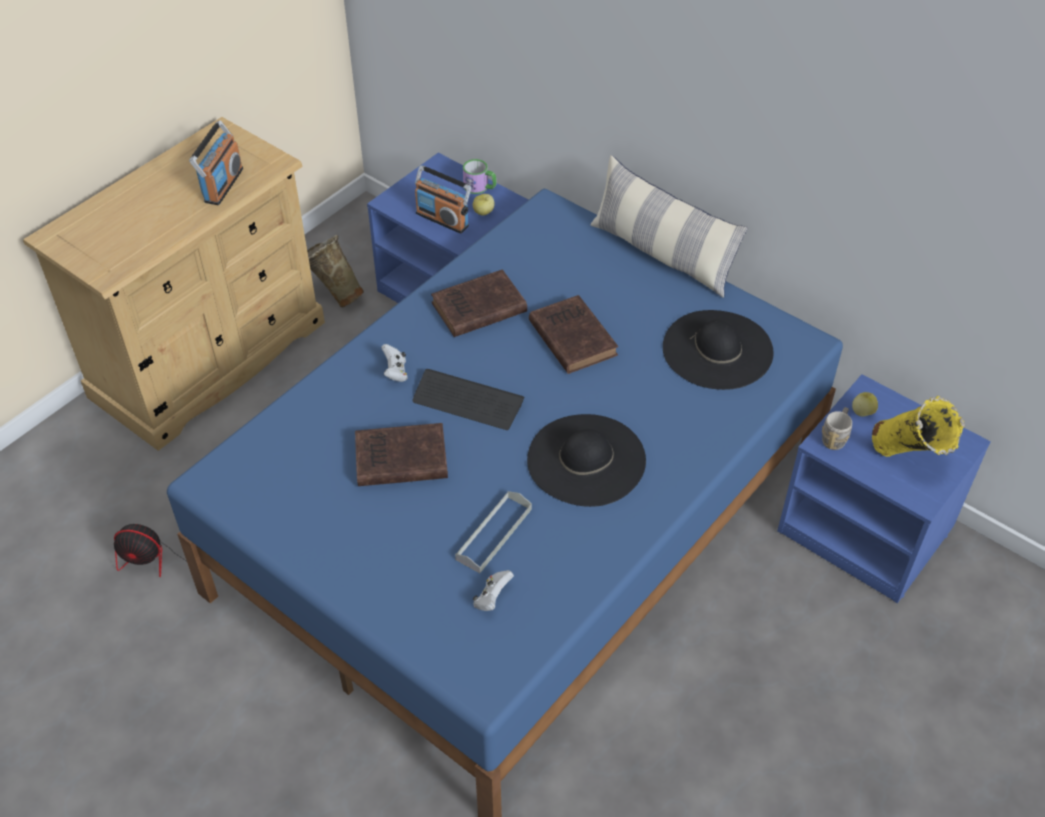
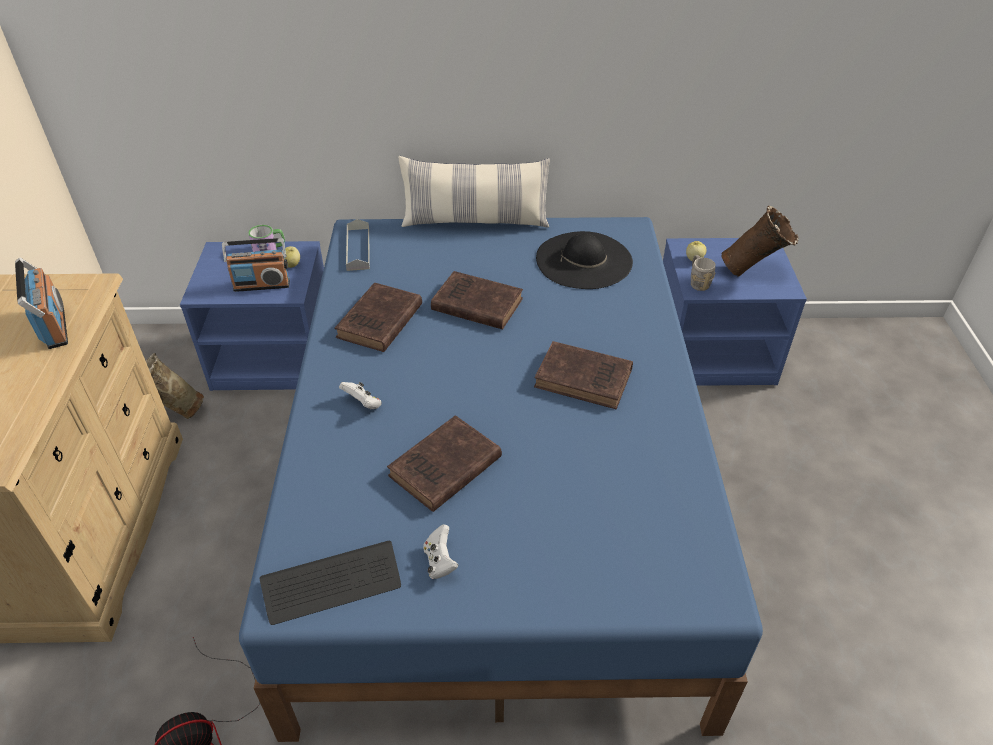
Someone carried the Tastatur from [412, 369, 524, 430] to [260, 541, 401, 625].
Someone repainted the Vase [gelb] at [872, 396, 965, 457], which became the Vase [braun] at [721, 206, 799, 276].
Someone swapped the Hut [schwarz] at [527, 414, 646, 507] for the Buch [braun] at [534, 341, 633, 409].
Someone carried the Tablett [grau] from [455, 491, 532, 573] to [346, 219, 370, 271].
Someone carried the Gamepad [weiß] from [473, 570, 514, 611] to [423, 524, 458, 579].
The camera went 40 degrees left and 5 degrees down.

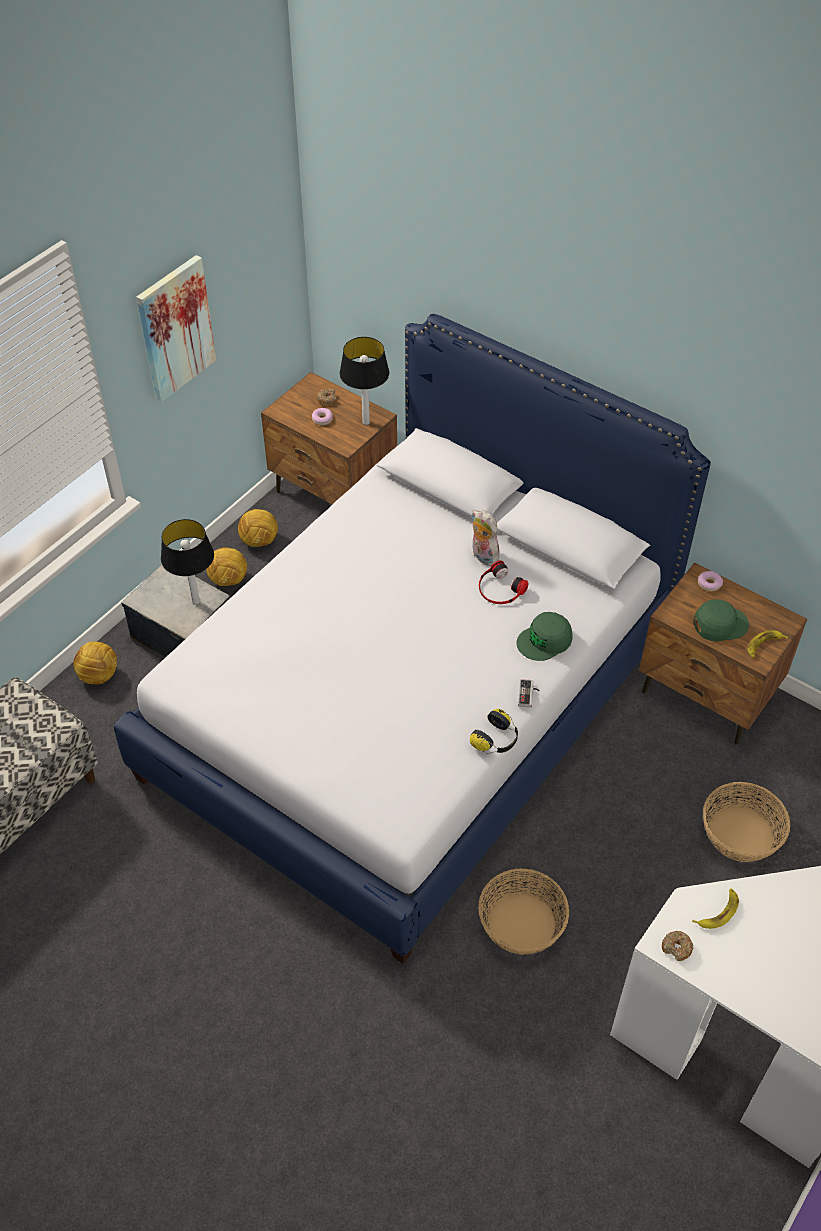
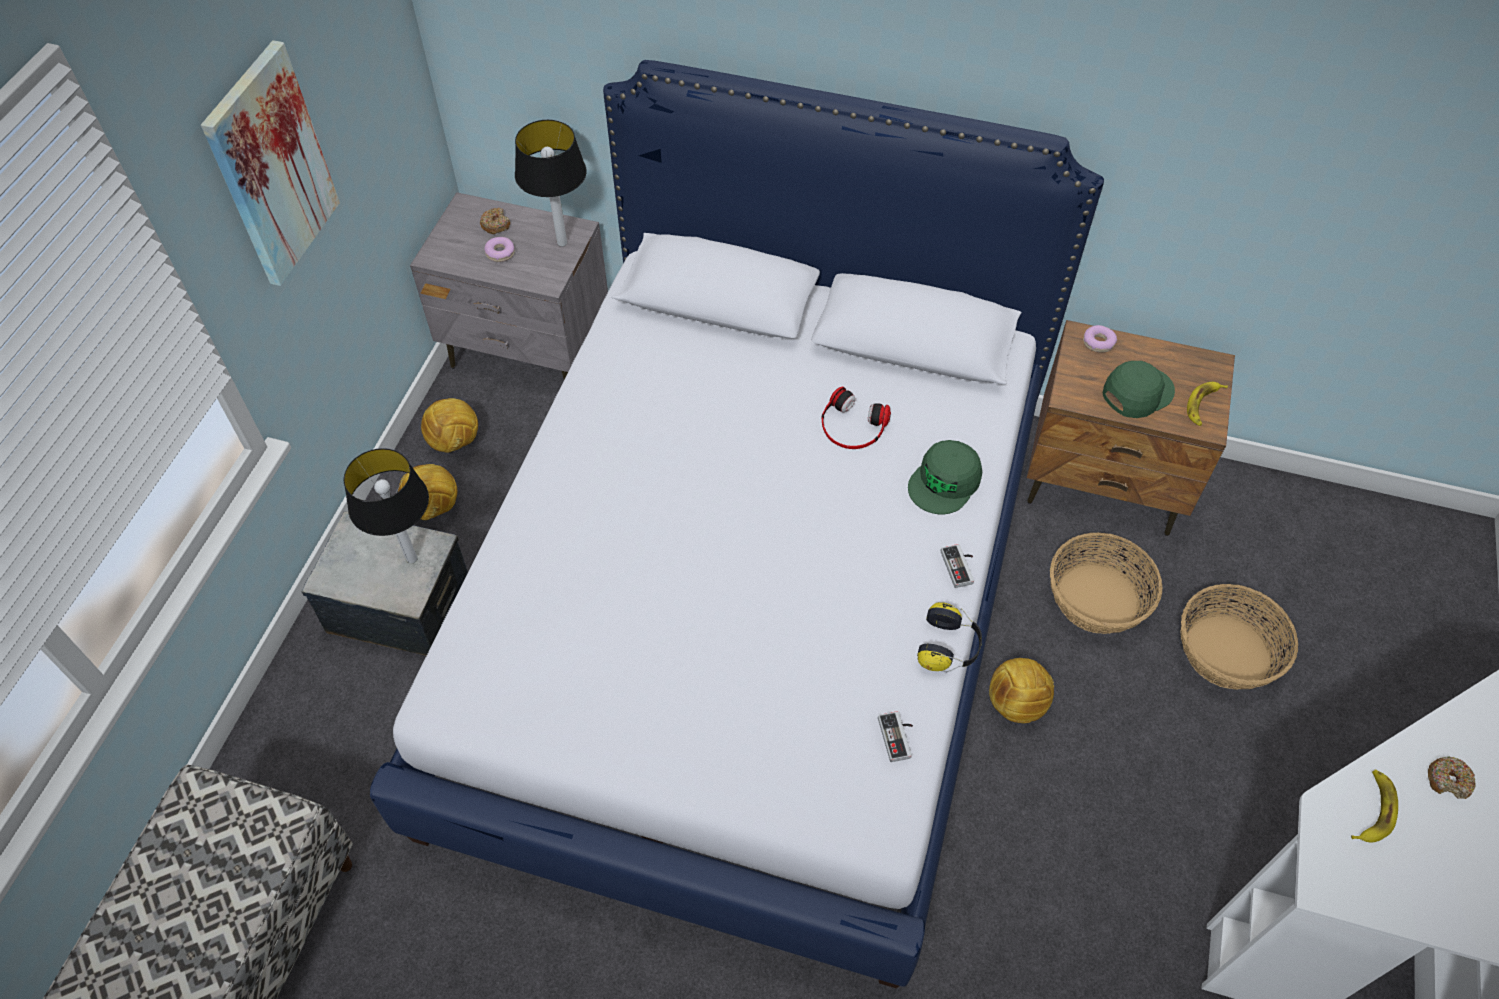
Someone repainted the Nachttisch [braun] at [261, 372, 397, 505], which became the Nachttisch [grau] at [410, 192, 608, 380].
Someone took away the Plüschtier at [472, 510, 499, 566].
Someone carried the Fußball from [73, 641, 117, 685] to [989, 658, 1054, 723].
Someone carried the Korb from [478, 868, 569, 955] to [1050, 533, 1163, 634].
Someone carried the Donut from [662, 931, 693, 961] to [1428, 756, 1476, 799].
Someone put down the Gamepad at [878, 711, 913, 762].
The camera went 20 degrees left and 5 degrees up.

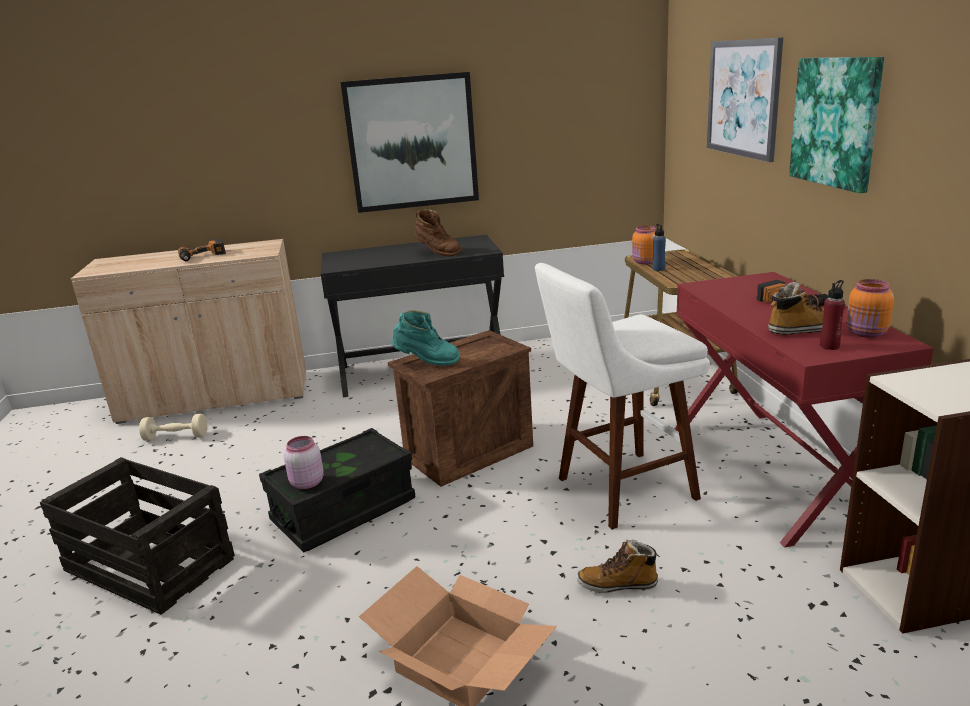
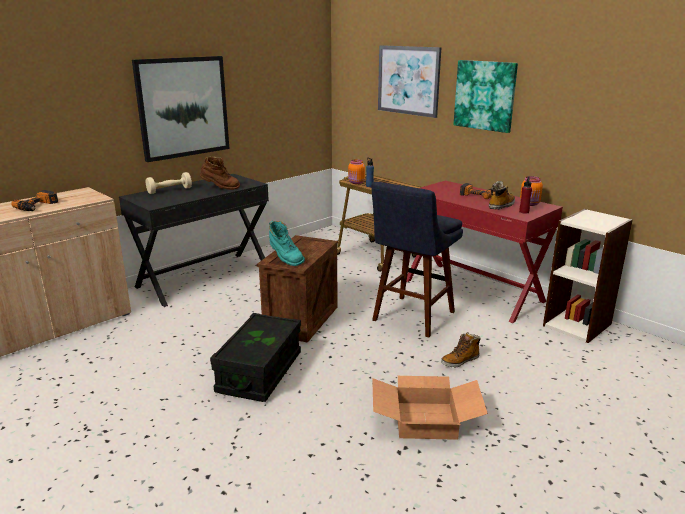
Someone repainted the Hocker [weiß] at [535, 263, 710, 530], which became the Hocker [blau] at [371, 182, 463, 337].
Someone rotated the Stiefel [türkis] at [392, 310, 460, 366] by 75 degrees clockwise.
Someone carried the Hantel [beige] from [139, 414, 207, 441] to [146, 172, 192, 194].
Someone took away the Vorratsglas [rosa] at [284, 436, 324, 489].
Someone took away the Kiste at [40, 457, 235, 615].
The camera went 35 degrees left and 0 degrees up.

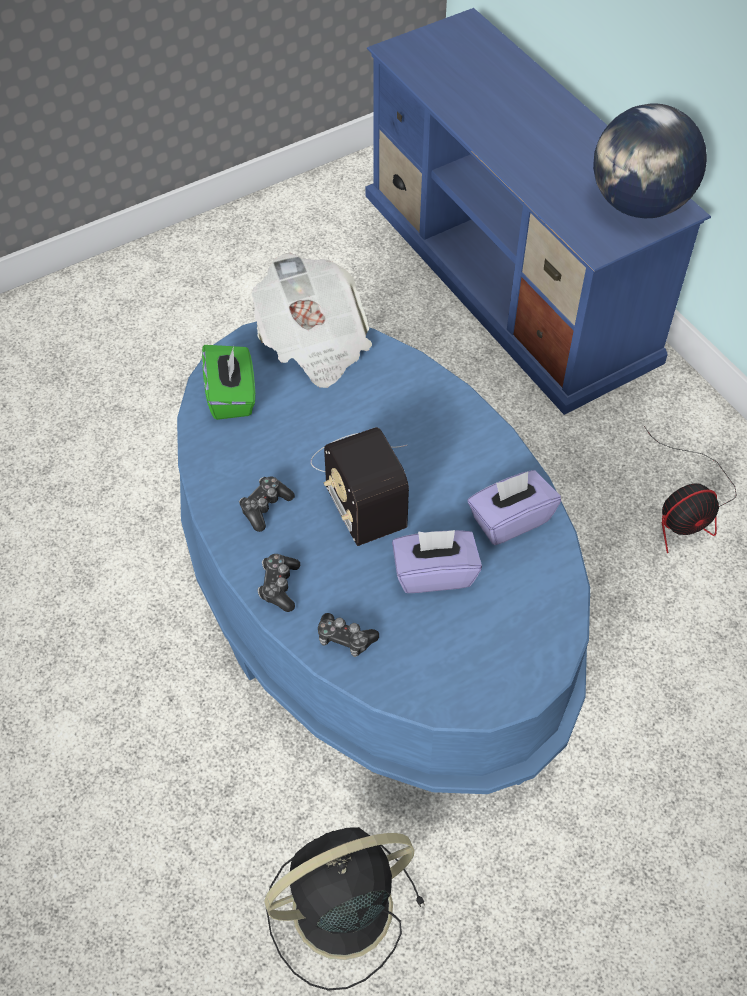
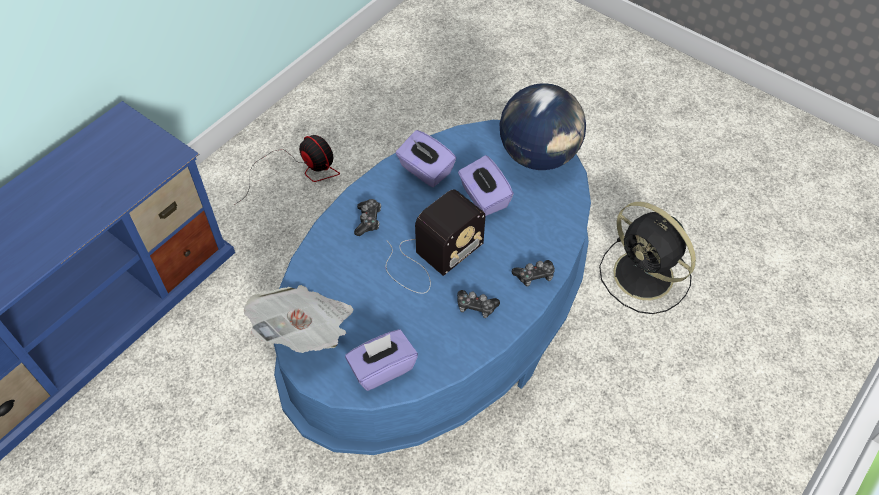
Someone carried the Globus from [593, 103, 707, 218] to [500, 83, 586, 170].
Someone repainted the Taschentuchbox [grün] at [202, 345, 255, 420], which became the Taschentuchbox [lila] at [345, 329, 418, 391].
Someone carried the Gamepad from [318, 613, 379, 657] to [354, 199, 381, 236].
The camera went 110 degrees left and 0 degrees up.

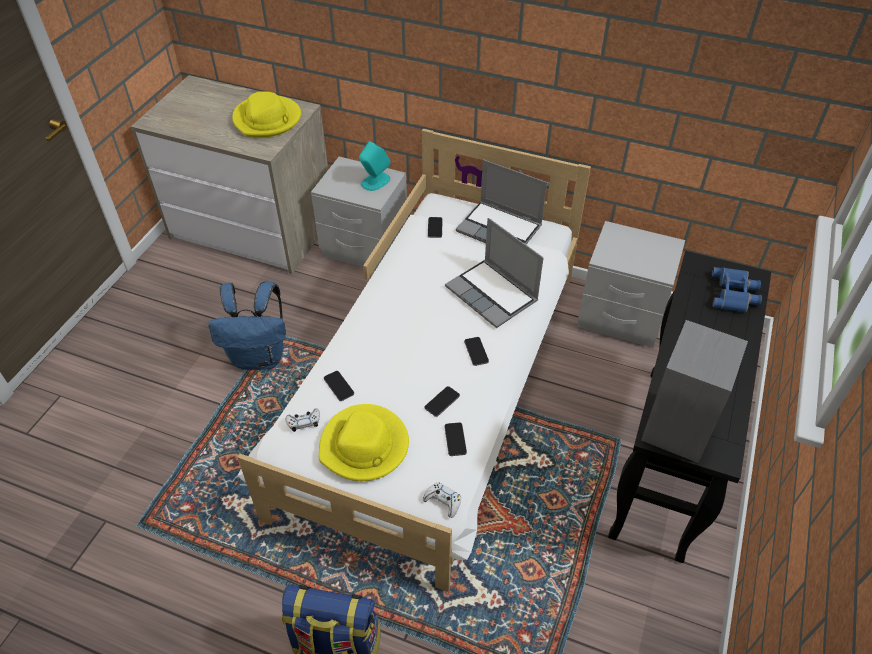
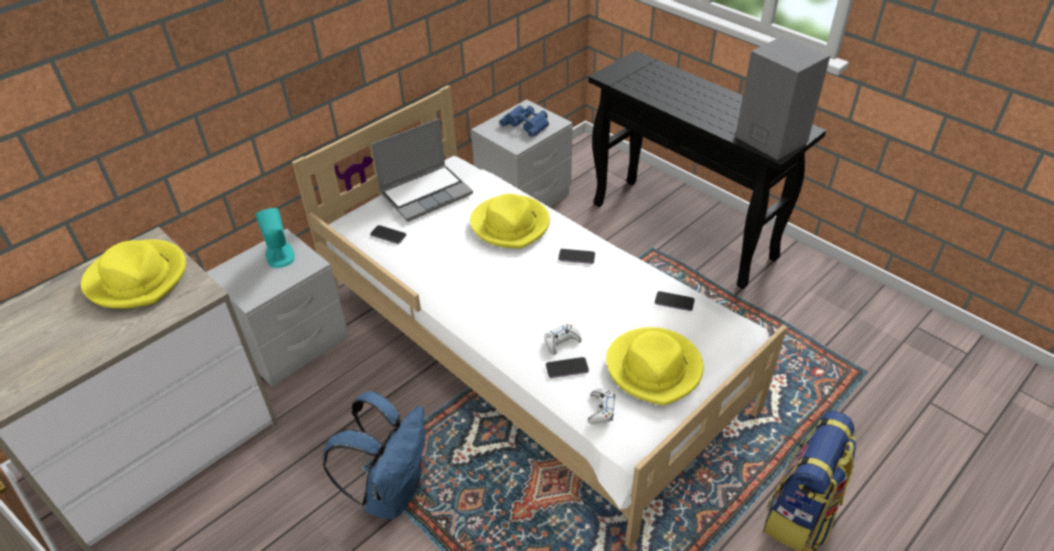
Someone swapped the Laptop at [445, 218, 544, 328] for the Hut [gelb] at [470, 194, 550, 249].
Someone carried the Fernglas [blau] from [712, 267, 762, 313] to [499, 105, 549, 137].
Someone took away the Handy at [425, 386, 460, 417].
Someone carried the Gamepad [weiß] from [423, 483, 461, 518] to [544, 324, 582, 355].
The camera went 65 degrees left and 5 degrees down.

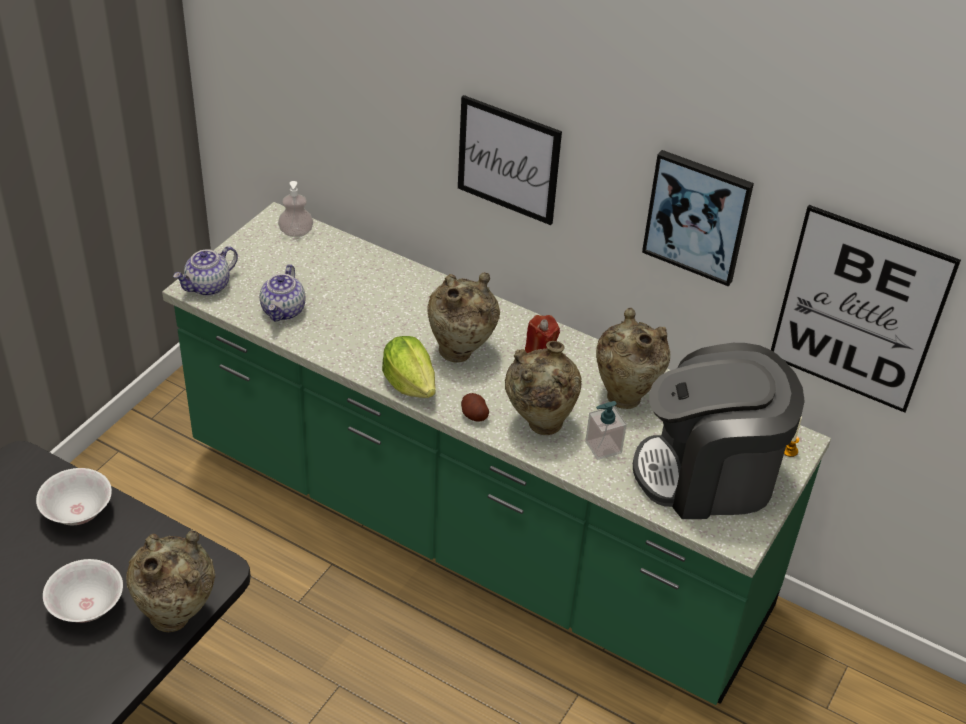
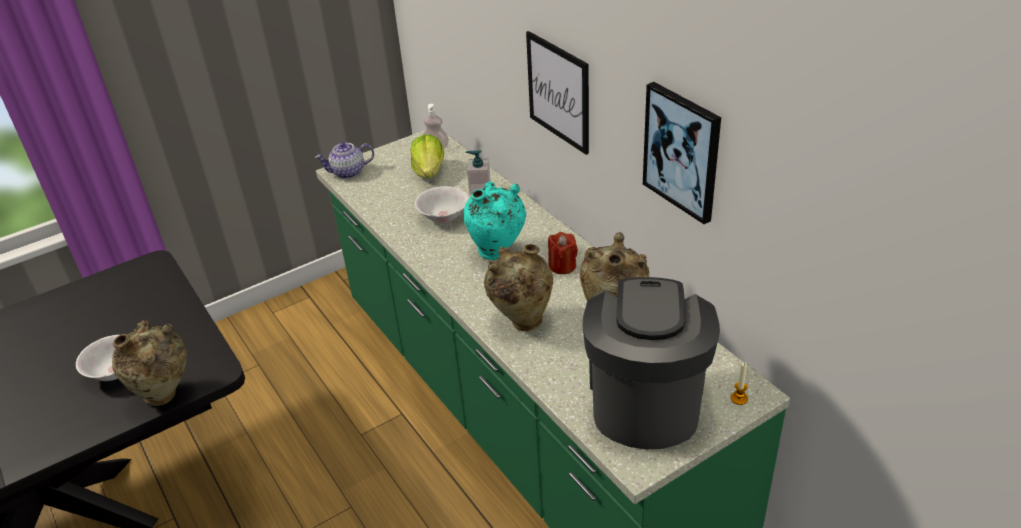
Someone took away the Bild at [771, 205, 961, 413].
Someone took away the Teekanne at [260, 264, 306, 322].
Someone repainted the Vase [beige] at [427, 272, 500, 363], which became the Vase [türkis] at [463, 181, 526, 260].
Someone carried the Salatkopf from [382, 336, 436, 398] to [410, 135, 444, 178].
Someone rotated the Kaffeemaschine at [633, 343, 805, 519] by 75 degrees clockwise.
Someone took away the Kartoffel at [461, 393, 489, 422].
Someone carried the Seifenspender from [585, 401, 627, 460] to [466, 150, 491, 196].
Someone carried the Schüssel [weiß] from [36, 468, 112, 525] to [415, 186, 468, 223].
The camera went 30 degrees right and 5 degrees down.

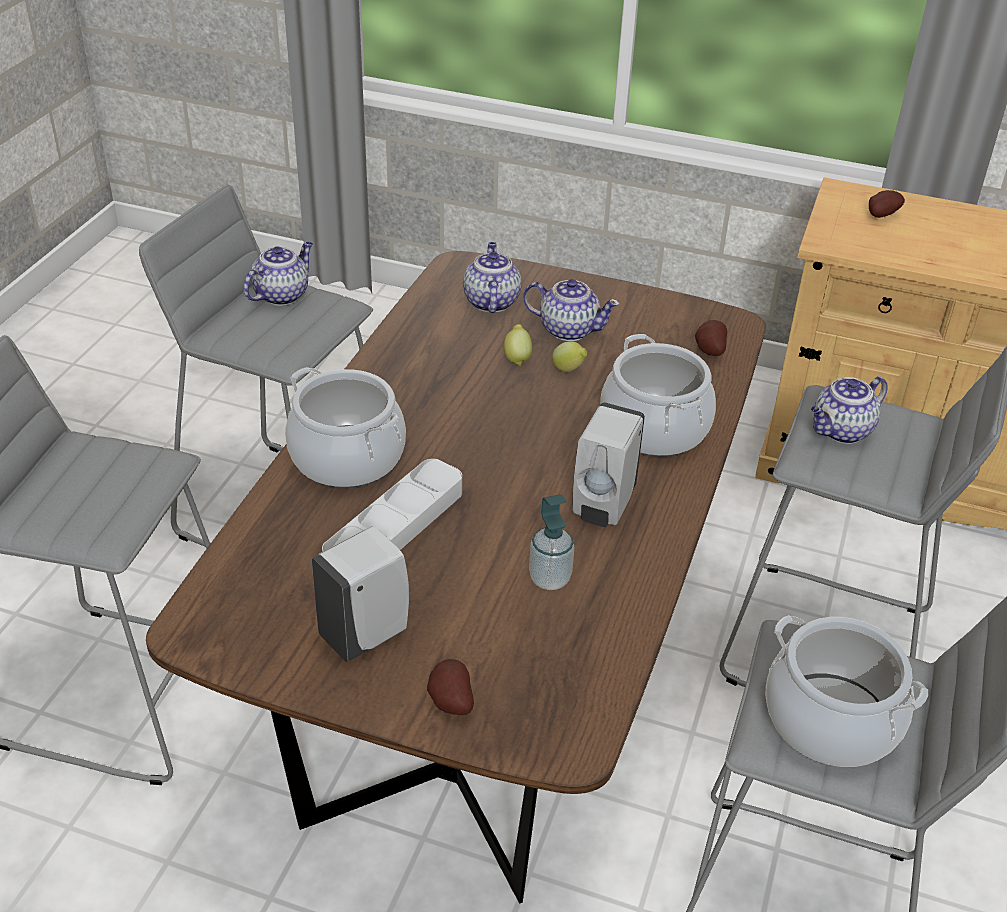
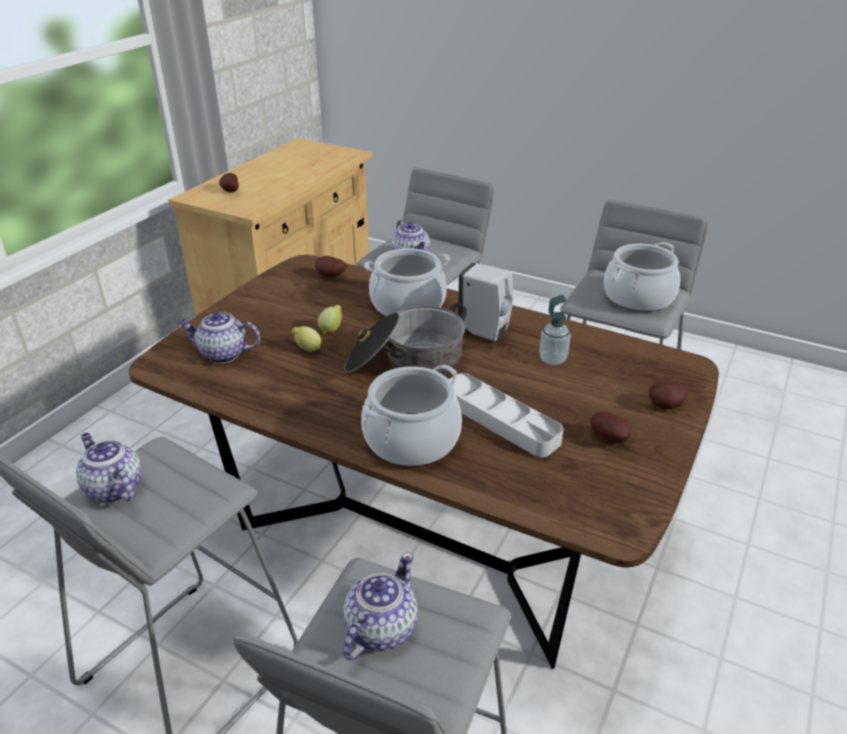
Someone carried the Teekanne from [523, 279, 620, 341] to [343, 552, 418, 660].
Someone swapped the Seifenspender [weiß] at [312, 526, 409, 662] for the Kartoffel at [590, 412, 631, 443].
Someone put down the Kochtopf at [344, 303, 467, 376].
The camera went 80 degrees left and 5 degrees down.

